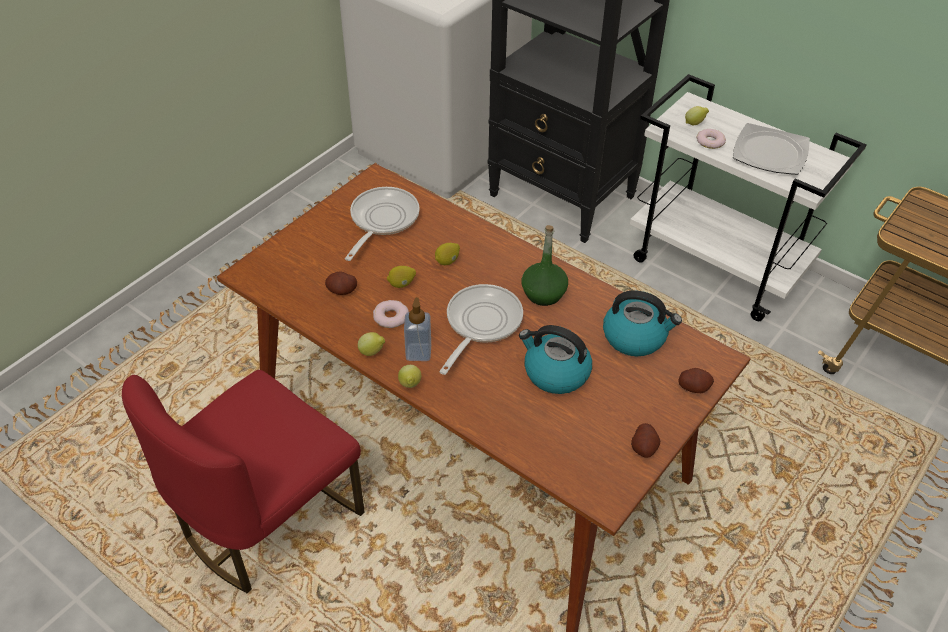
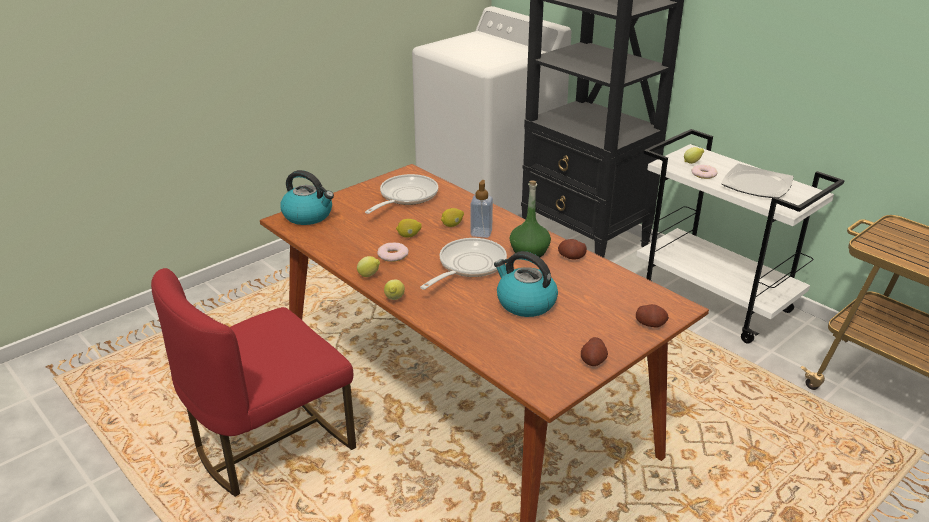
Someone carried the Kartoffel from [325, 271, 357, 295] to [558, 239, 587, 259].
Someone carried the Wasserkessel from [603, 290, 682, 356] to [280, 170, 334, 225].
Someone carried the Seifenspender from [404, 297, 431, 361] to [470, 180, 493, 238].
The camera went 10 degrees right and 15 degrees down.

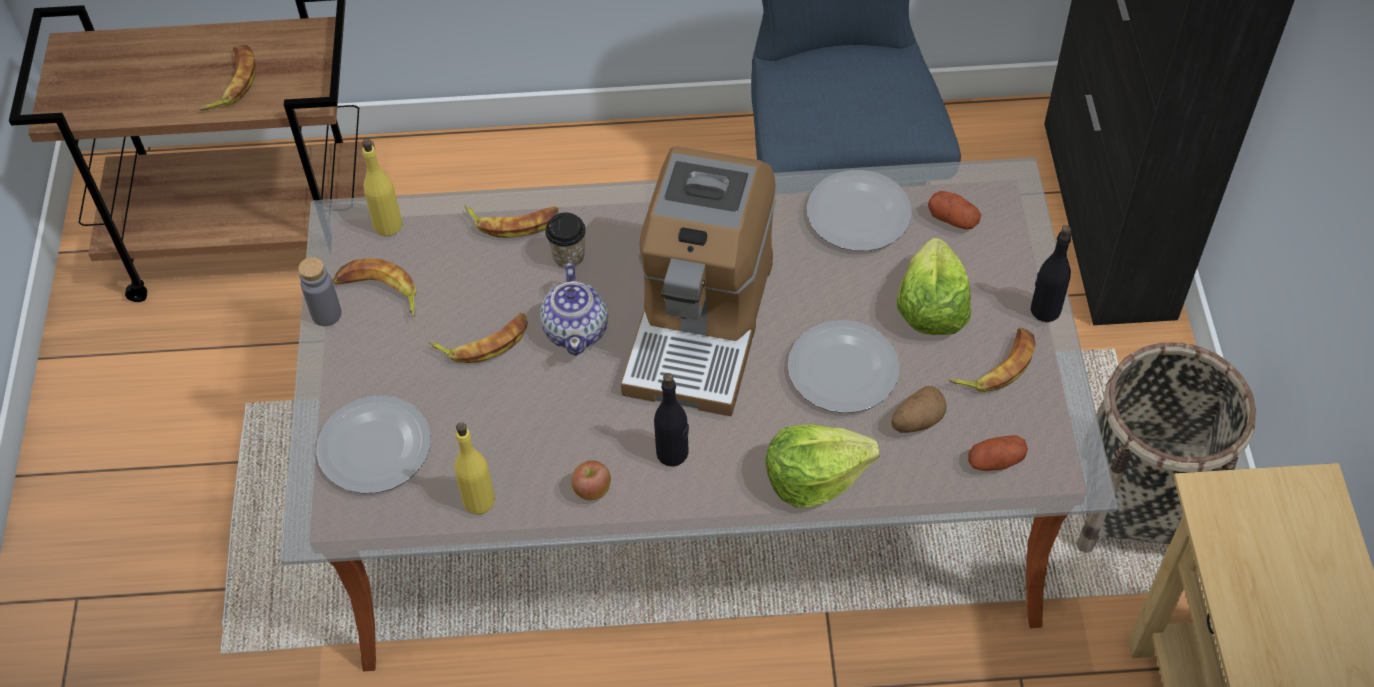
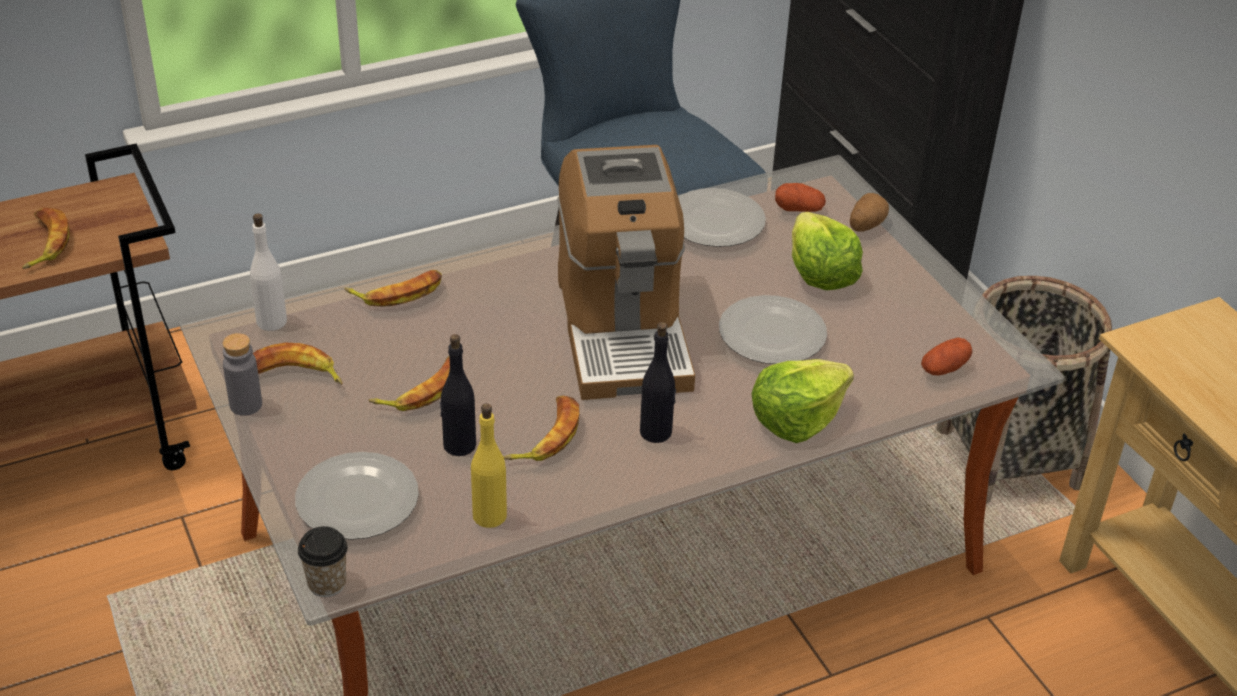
Someone repainted the Flasche [gelb] at [362, 139, 402, 236], which became the Flasche [weiß] at [250, 213, 287, 331].
Someone carried the Tasse from [545, 212, 586, 269] to [298, 526, 348, 597].
Someone carried the Flasche [schwarz] from [1030, 225, 1071, 322] to [440, 334, 476, 456].
Someone took away the Teekanne at [540, 263, 608, 356].
Someone carried the Banane from [948, 328, 1036, 392] to [504, 396, 579, 461].
Someone carried the Kartoffel from [892, 386, 946, 433] to [850, 193, 889, 232].
Someone took away the Apfel at [571, 460, 611, 500].
The camera went 25 degrees left and 15 degrees down.

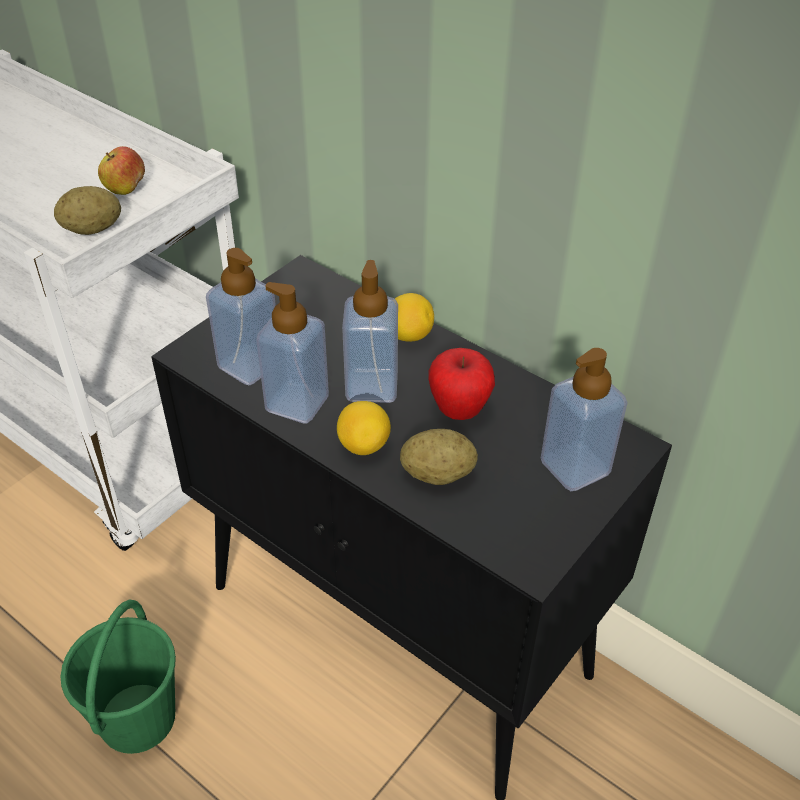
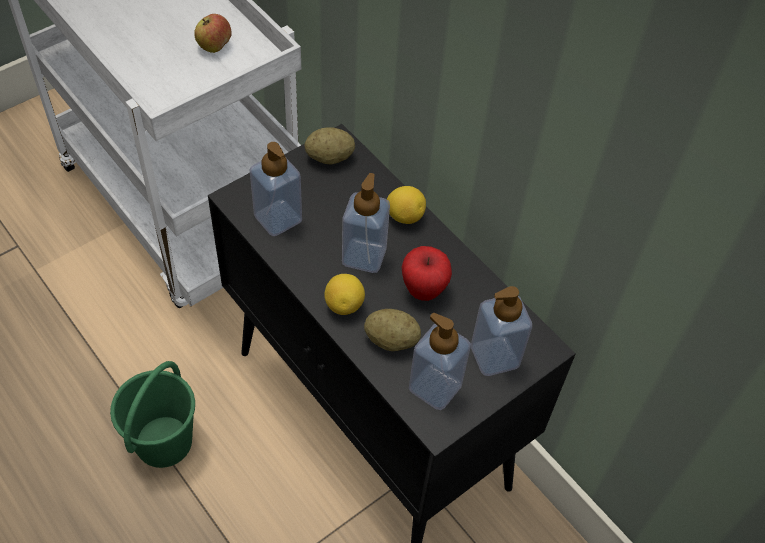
Someone carried the Kartoffel from [54, 186, 121, 235] to [305, 127, 355, 164].
Someone carried the Seifenspender from [256, 282, 329, 424] to [409, 313, 471, 410].
The camera went 10 degrees right and 10 degrees up.

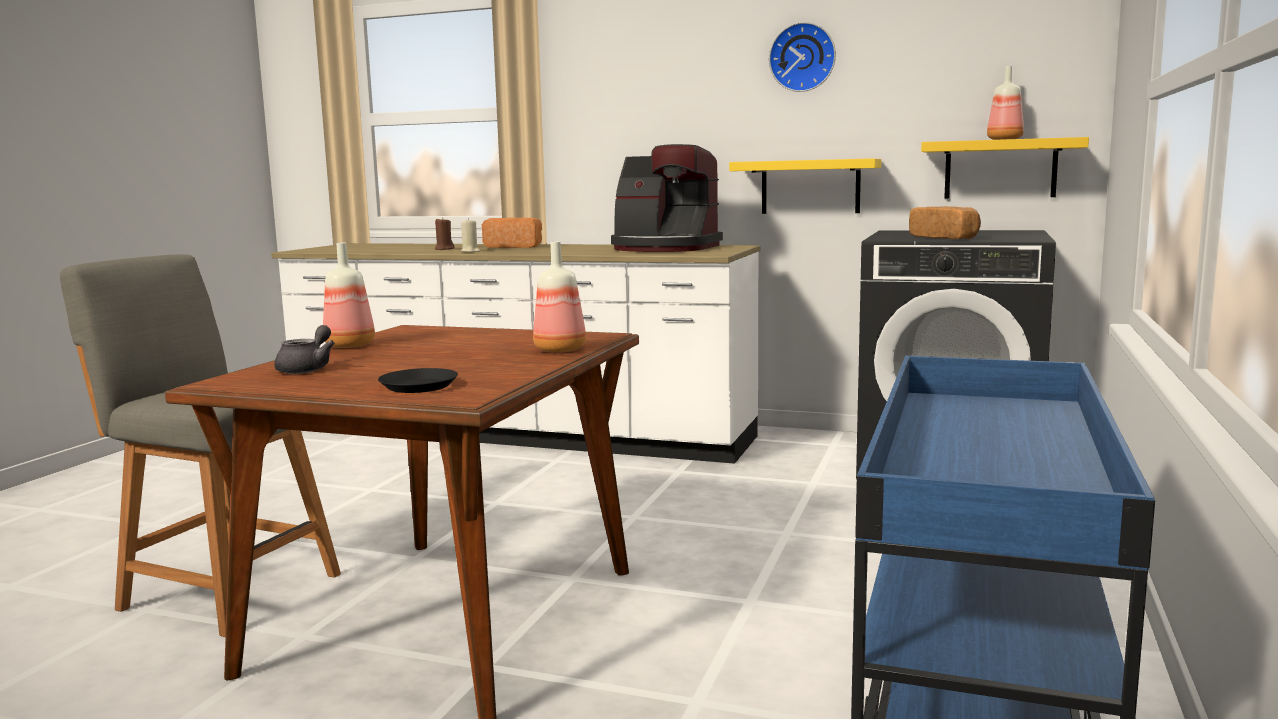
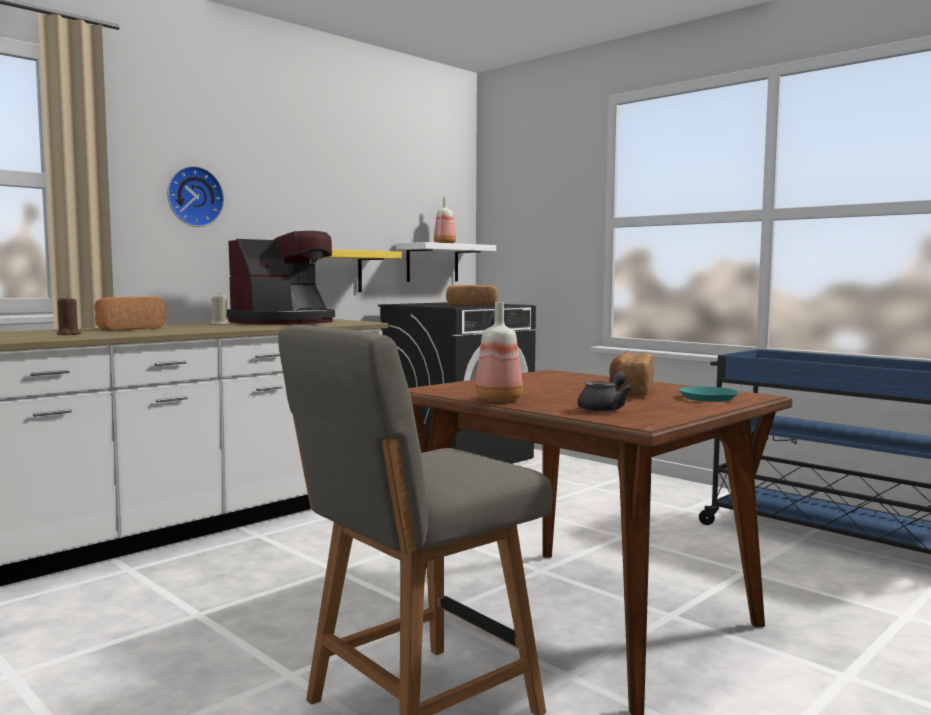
Someone carried the Wanduhr from [769, 22, 836, 92] to [167, 166, 224, 227].
Someone repainted the Wandregal [gelb] at [921, 137, 1089, 198], which became the Wandregal [weiß] at [396, 242, 496, 282].
Someone carried the Kerze [beige] from [461, 218, 480, 252] to [210, 293, 230, 325].
Someone took away the Flasche at [533, 241, 586, 353].
Someone rotated the Teekanne [grau] at [274, 325, 335, 374] by 90 degrees clockwise.
Someone repainted the Teller [schwarz] at [378, 368, 458, 393], which became the Teller [türkis] at [678, 386, 739, 402].
Someone put down the Brot at [609, 352, 654, 396].
The camera went 65 degrees left and 5 degrees down.

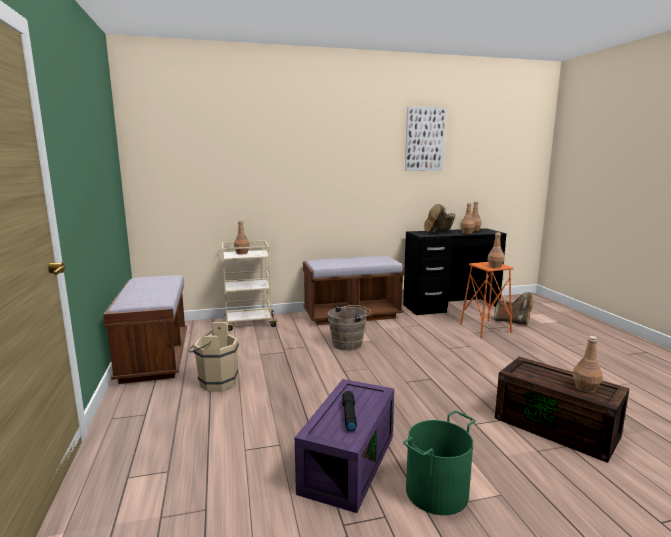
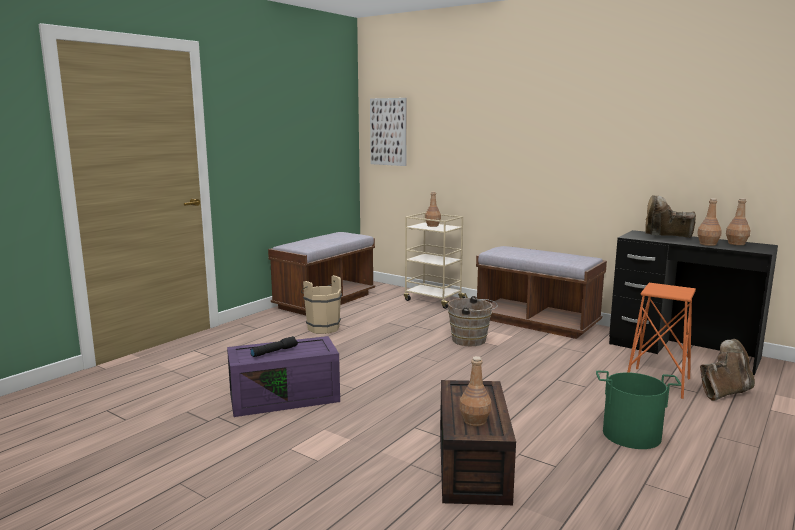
Someone carried the Bild from [405, 107, 446, 171] to [370, 98, 407, 166].
Someone took away the Flasche [braun] at [487, 233, 505, 268].
Someone rotated the Stiefel [braun] at [494, 292, 533, 324] by 105 degrees counterclockwise.
Someone carried the Eimer [grün] from [403, 411, 476, 515] to [596, 371, 682, 449].
The camera went 50 degrees right and 0 degrees up.

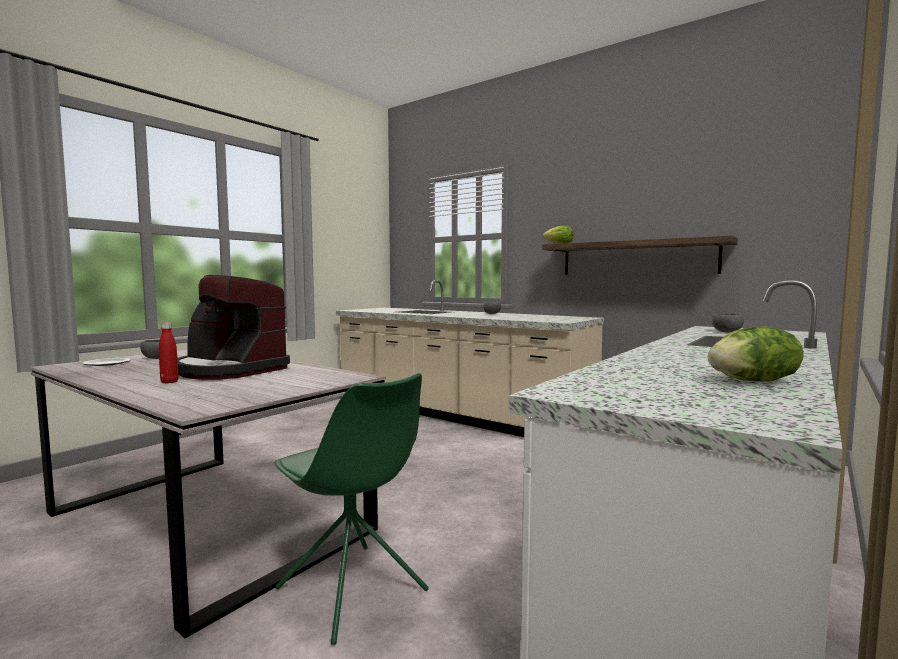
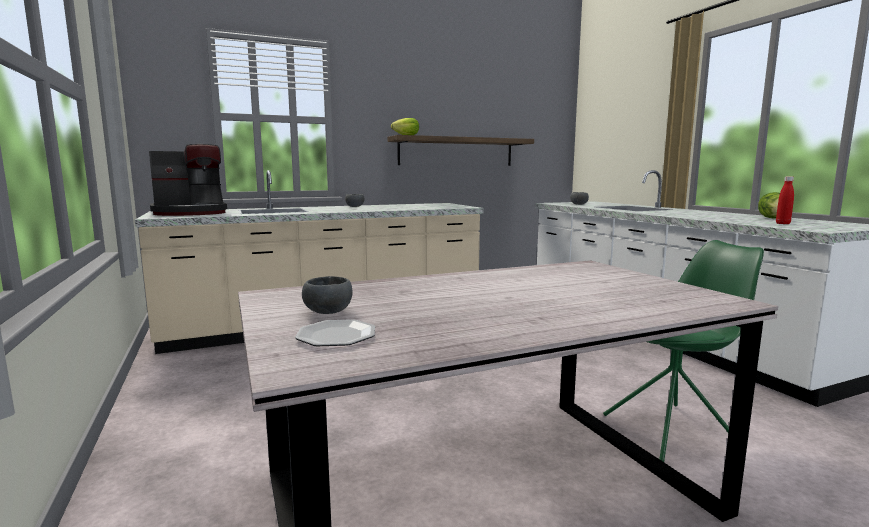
Someone carried the Kaffeemaschine from [177, 275, 290, 380] to [149, 144, 227, 216].
Someone carried the Flasche [rot] from [159, 322, 179, 384] to [776, 176, 794, 224].
The camera went 60 degrees left and 5 degrees up.

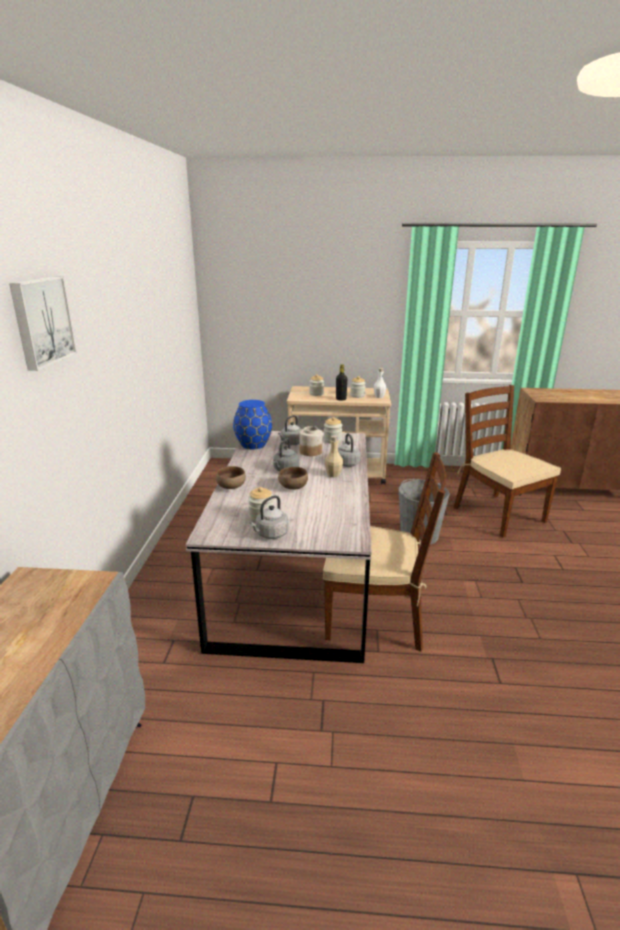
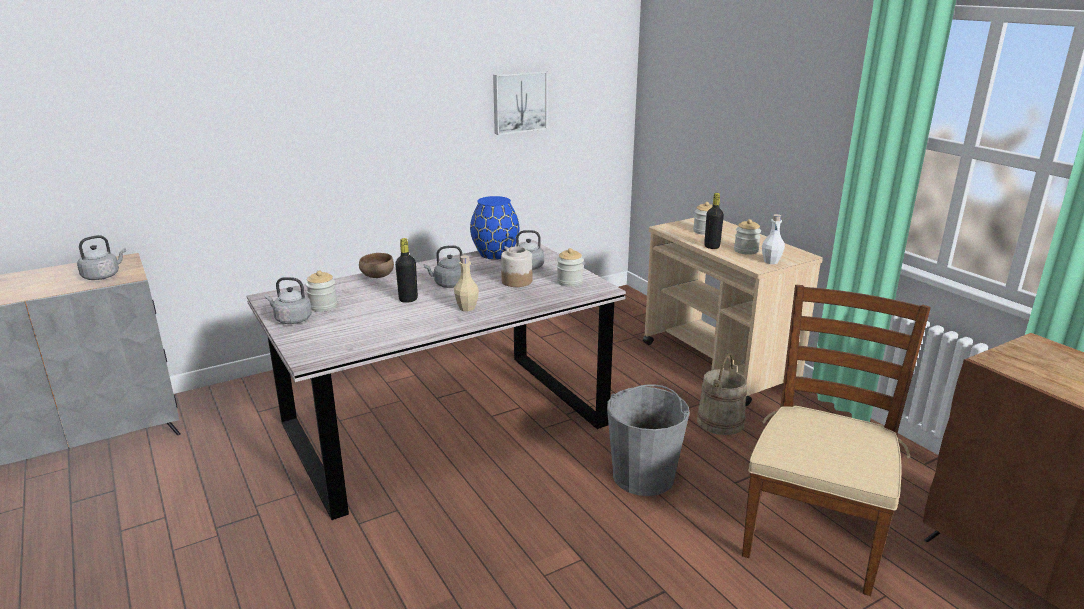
Someone carried the Bild from [9, 276, 77, 371] to [493, 71, 547, 135].
Someone carried the Wasserkessel [grau] from [338, 433, 361, 467] to [77, 235, 126, 280].
Someone took away the Stuhl [braun] at [323, 452, 446, 651].
Someone swapped the Schüssel [braun] at [278, 467, 308, 490] for the Flasche [schwarz] at [395, 238, 418, 303].
Someone put down the Eimer [beige] at [697, 353, 747, 435].
The camera went 55 degrees right and 0 degrees up.

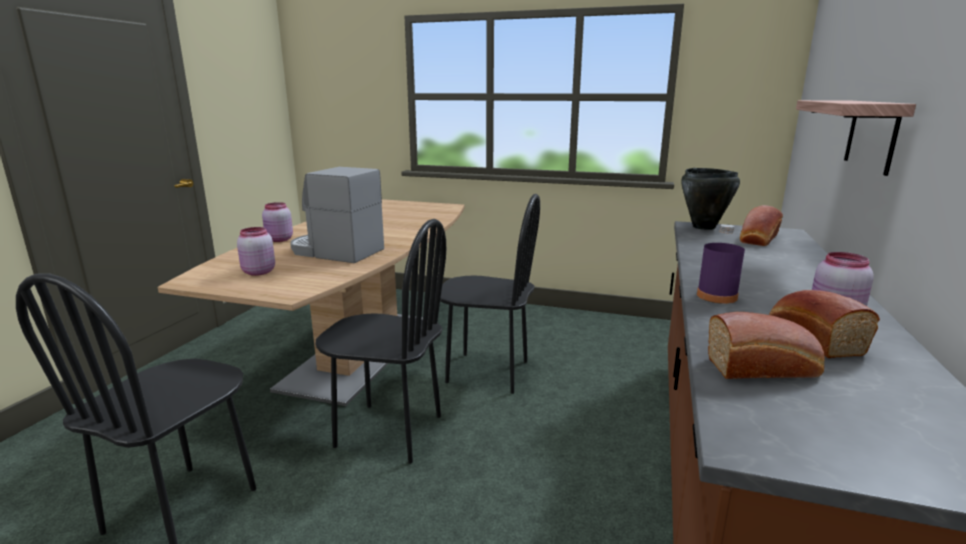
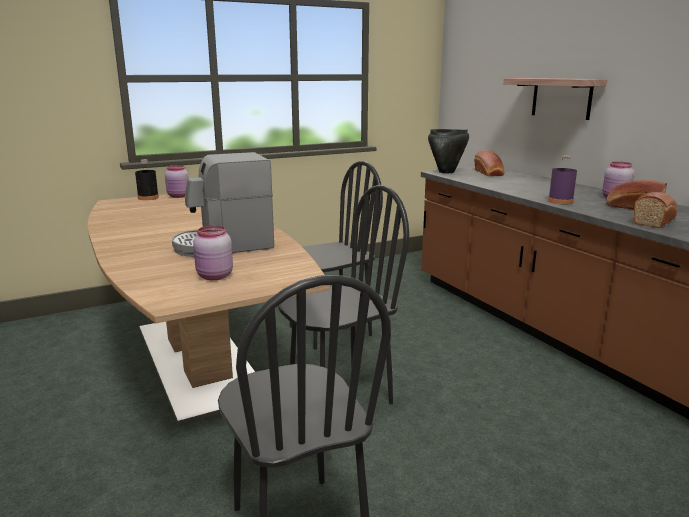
Someone carried the Vorratsglas [rosa] from [262, 202, 293, 242] to [165, 165, 189, 198].
Someone put down the Flasche [schwarz] at [135, 159, 159, 200].
The camera went 45 degrees left and 0 degrees up.

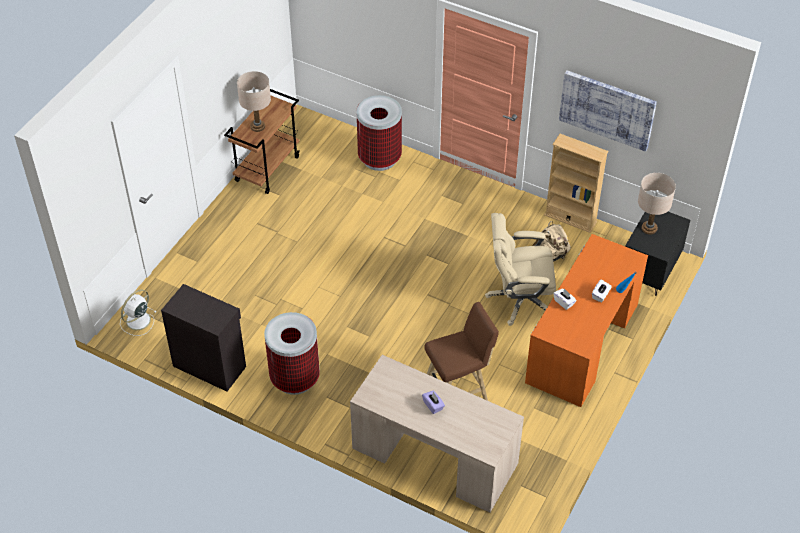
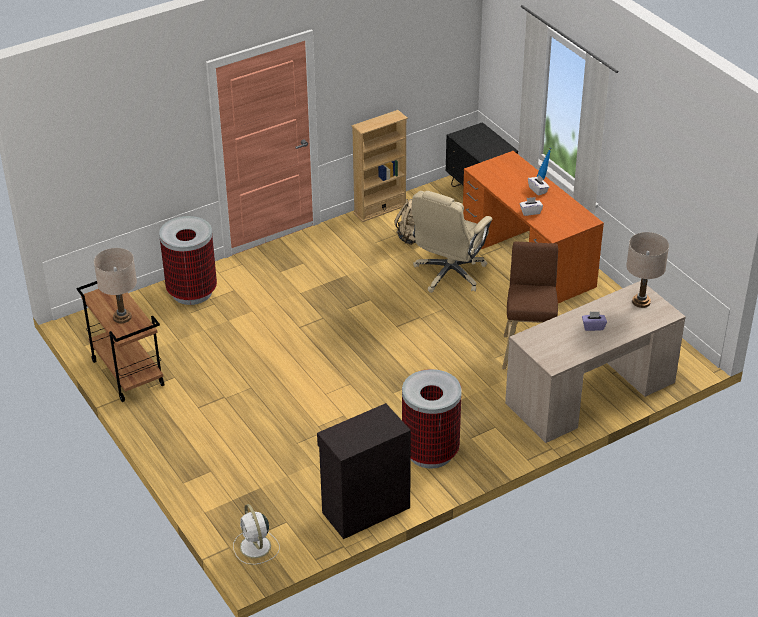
Someone took away the Bild at [559, 70, 657, 152].
Someone carried the Tischlampe [beige] from [638, 173, 676, 235] to [626, 232, 669, 308].
The camera went 60 degrees left and 10 degrees down.

